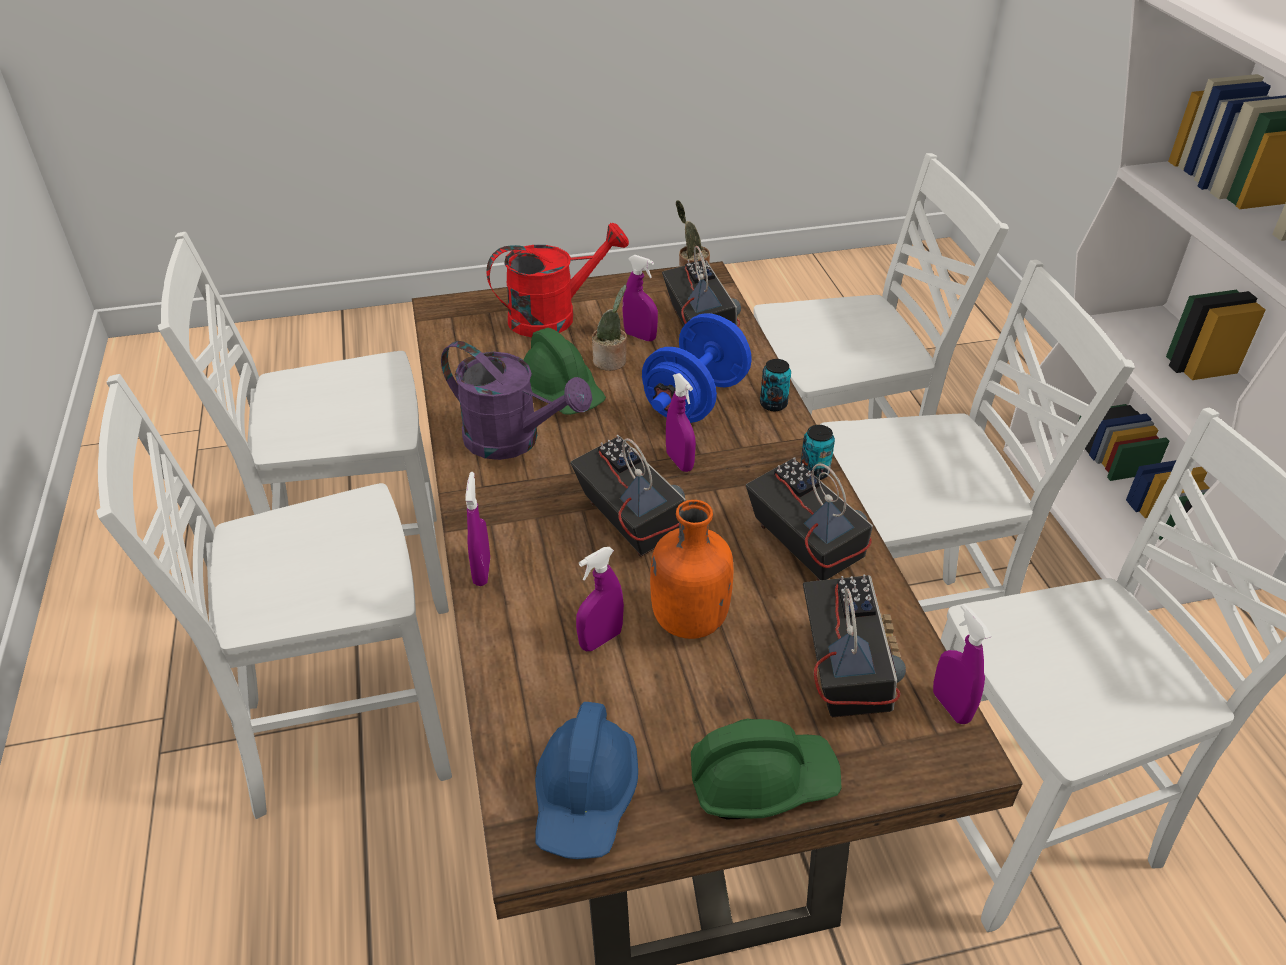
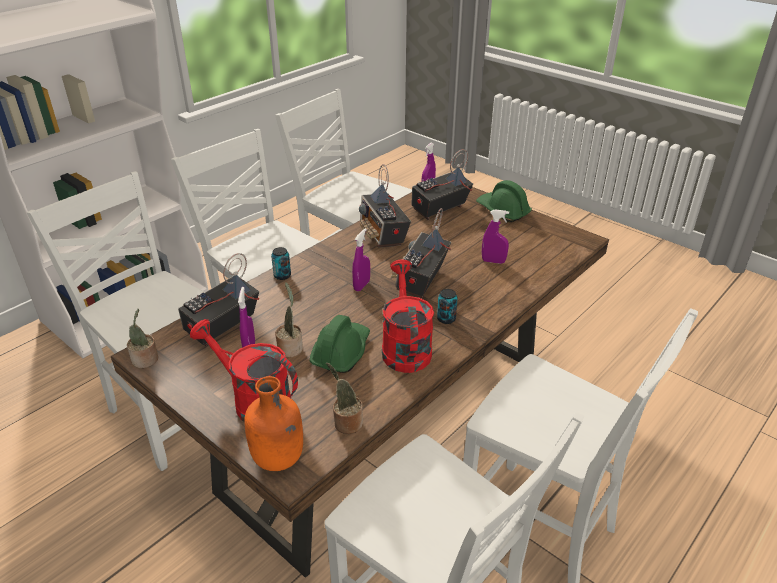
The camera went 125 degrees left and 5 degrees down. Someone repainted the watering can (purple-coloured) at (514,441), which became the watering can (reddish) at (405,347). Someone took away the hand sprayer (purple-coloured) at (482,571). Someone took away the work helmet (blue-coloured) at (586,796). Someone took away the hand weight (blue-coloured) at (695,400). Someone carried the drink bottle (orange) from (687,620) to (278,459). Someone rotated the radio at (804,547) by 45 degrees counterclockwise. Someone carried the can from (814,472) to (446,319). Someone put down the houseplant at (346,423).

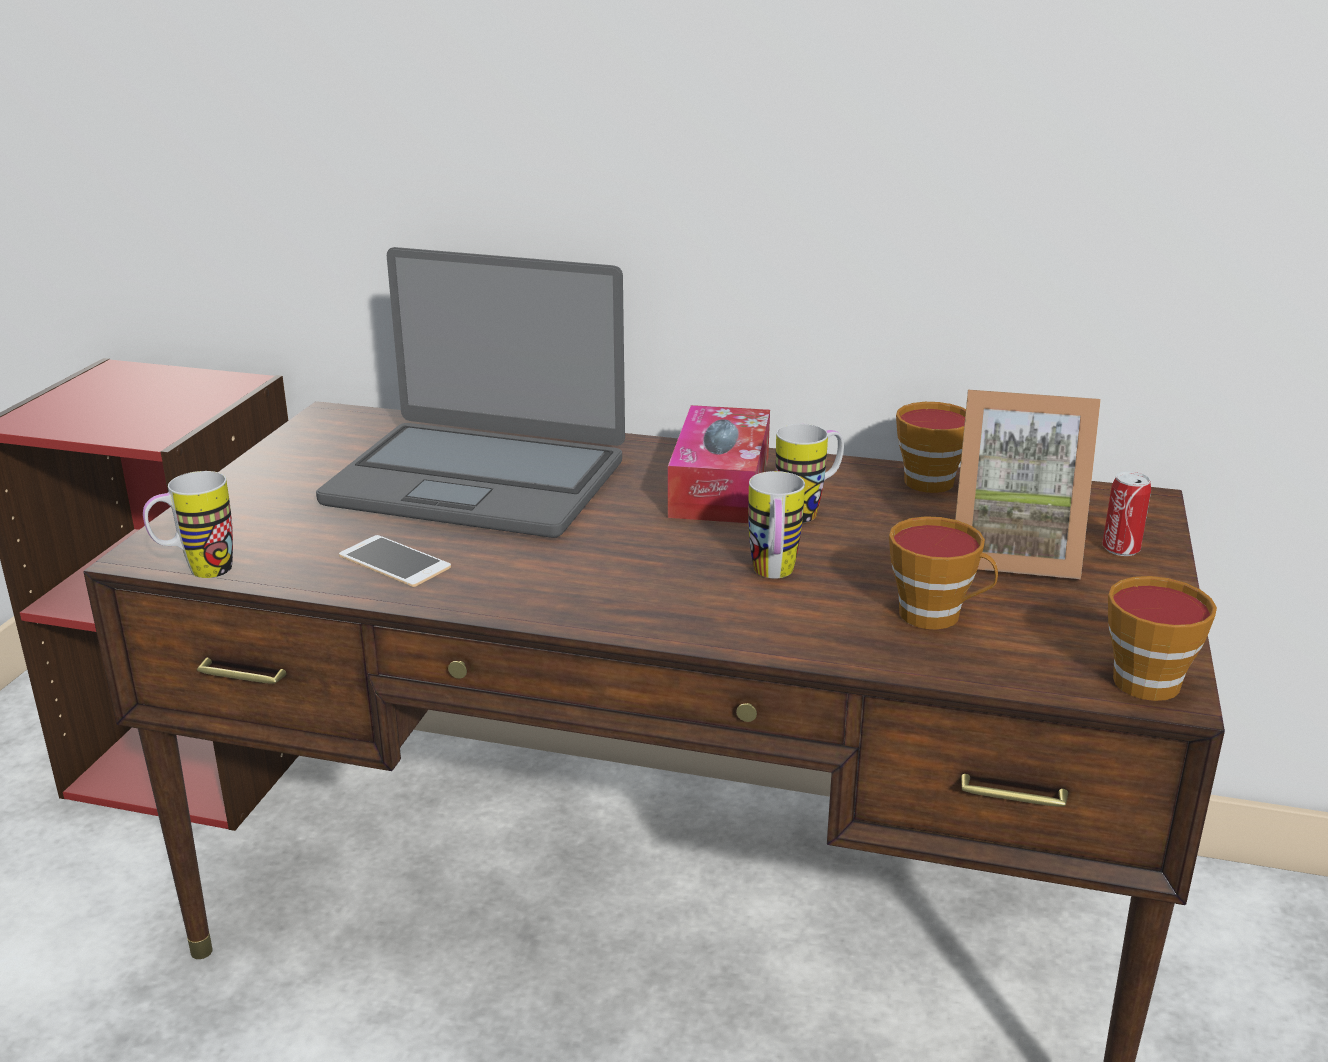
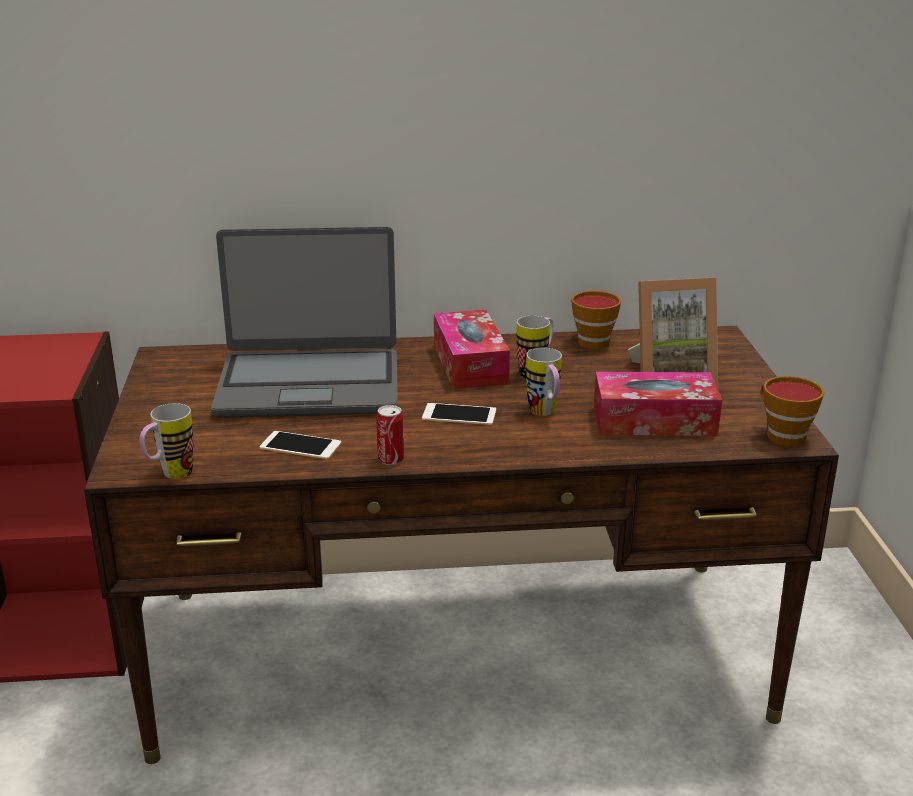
The camera went 20 degrees left and 0 degrees up. Someone swapped the drinking cup at (937,615) for the tissue holder at (654,421). Someone carried the can from (1121,548) to (391,459). Someone put down the phone at (459,415).

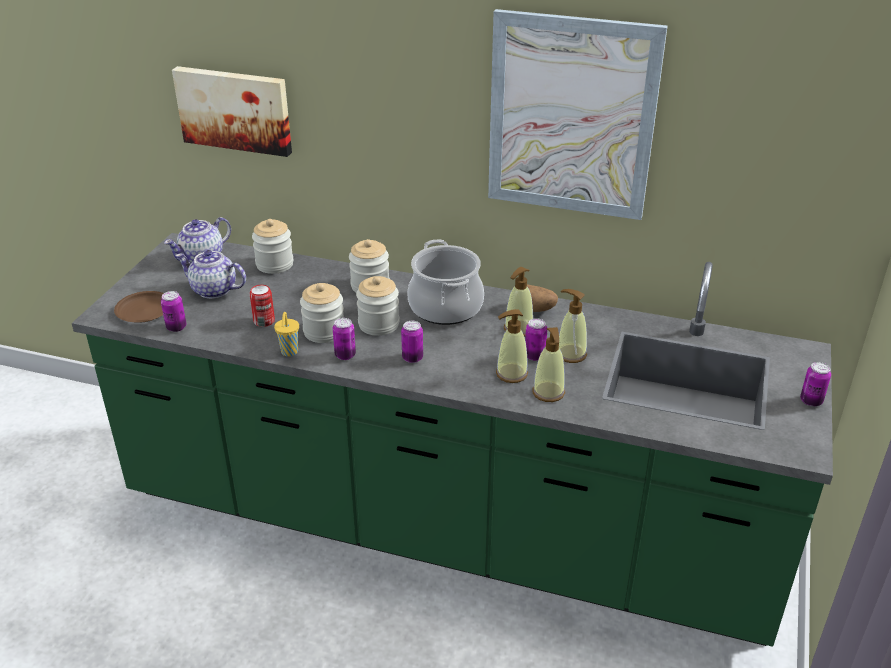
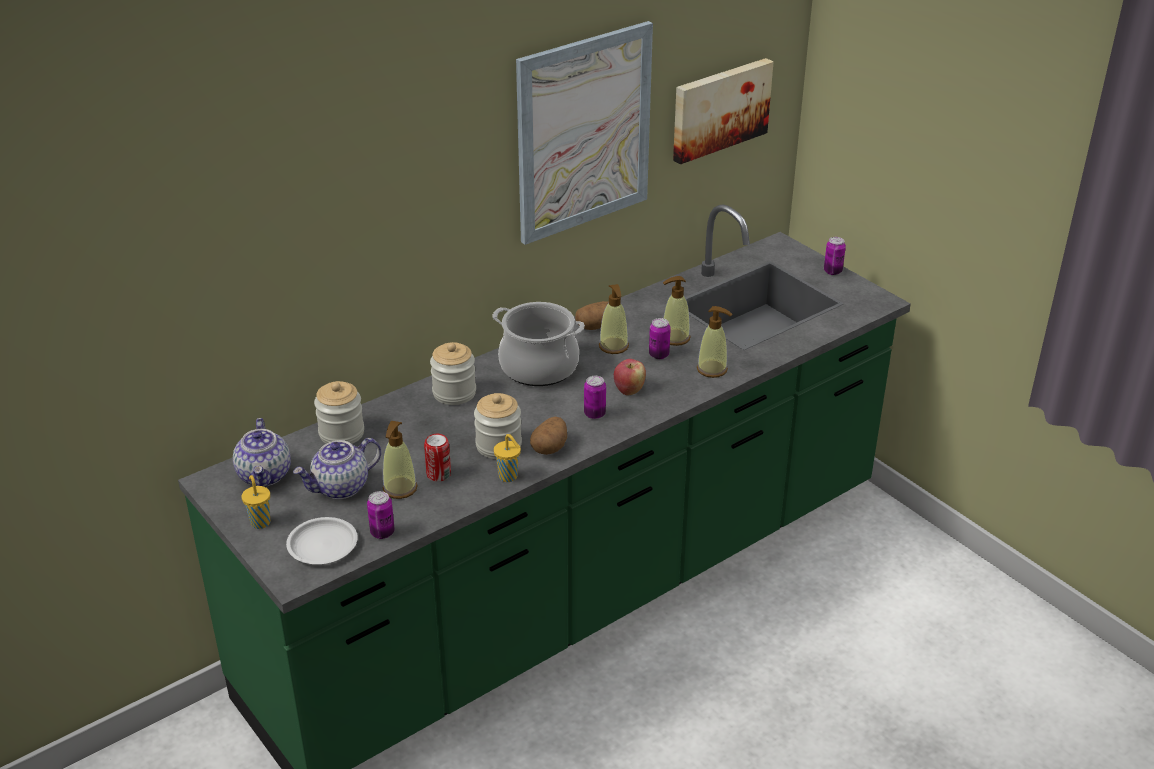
The camera went 55 degrees left and 0 degrees up. Someone repainted the plate (brown) at (144,310), which became the plate (white-coloured) at (322,545). Someone carried the wall art from (235,109) to (719,109). Someone swapped the can at (345,355) for the potato at (549,447). Someone took away the preserve jar at (378,324). Someone carried the soap bottle from (511,374) to (400,488). Someone put down the drinking cup (yellow-coloured) at (260,522). Someone put down the whole apple at (629,390).

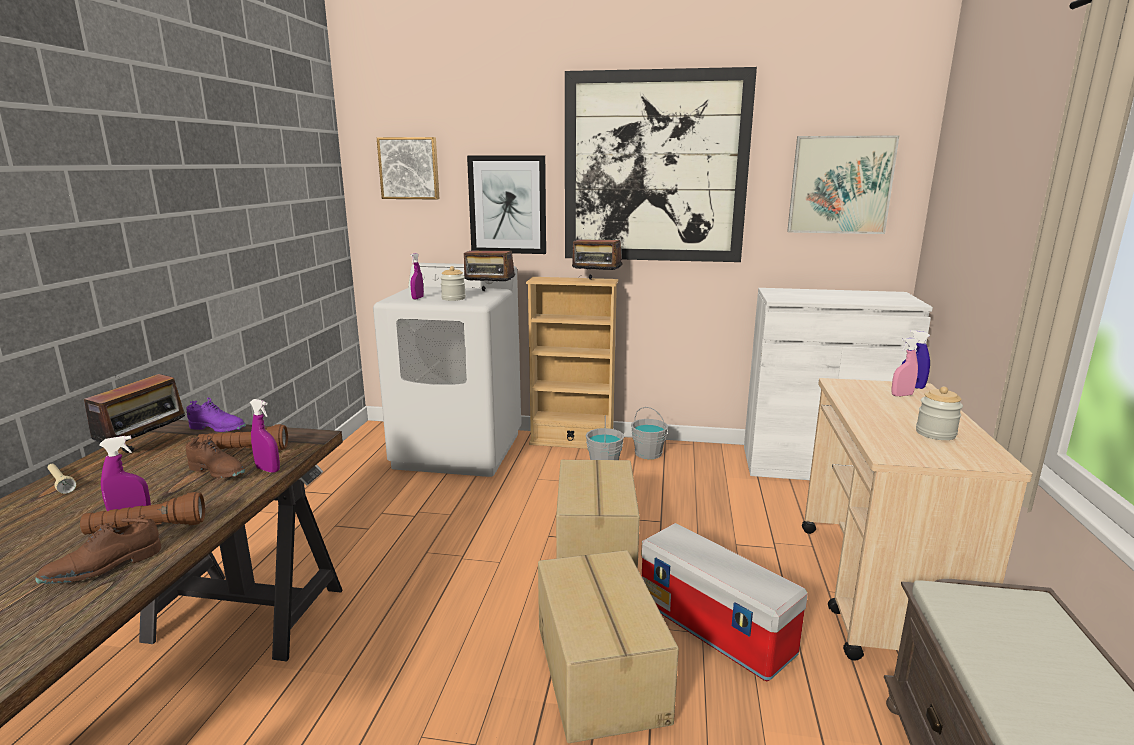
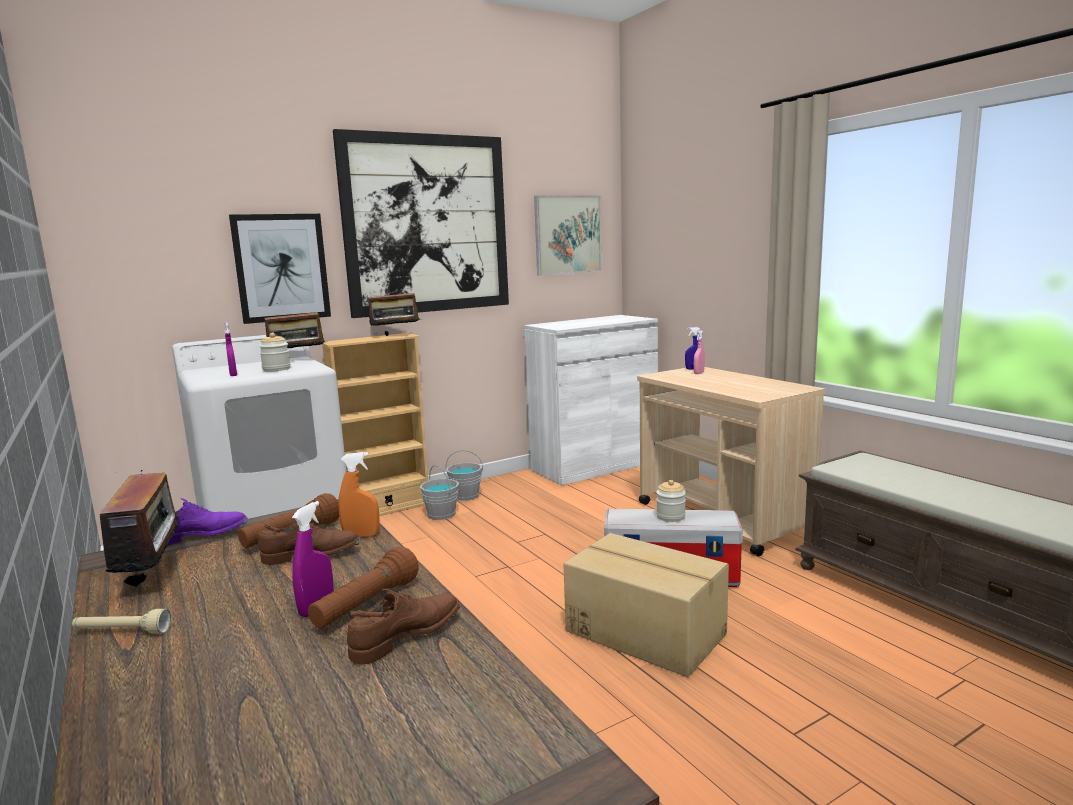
The camera went 40 degrees left and 5 degrees down. Someone rotated the item of footwear (brown) at (104,568) by 135 degrees counterclockwise. Someone repainted the hand sprayer (purple-coloured) at (268,469), which became the hand sprayer (orange) at (361,536). Someone took away the wall art at (409,168). Someone took away the packing box at (597,542). Someone carried the preserve jar from (935,433) to (670,516).

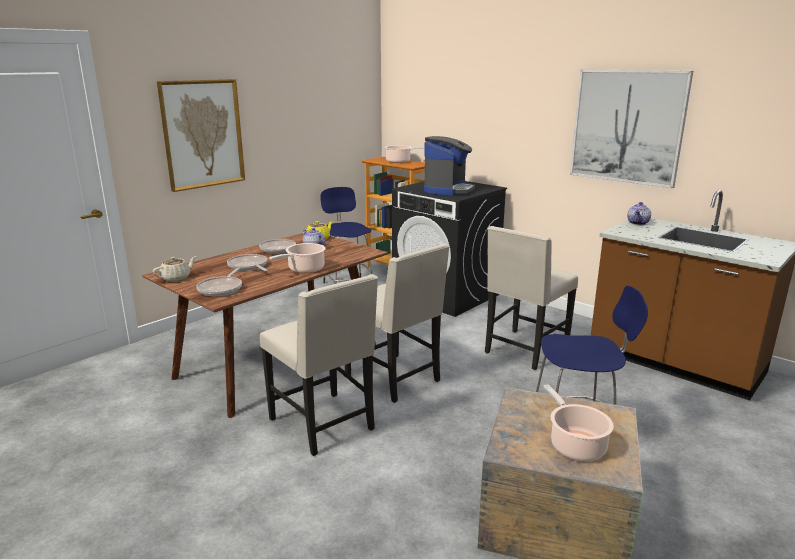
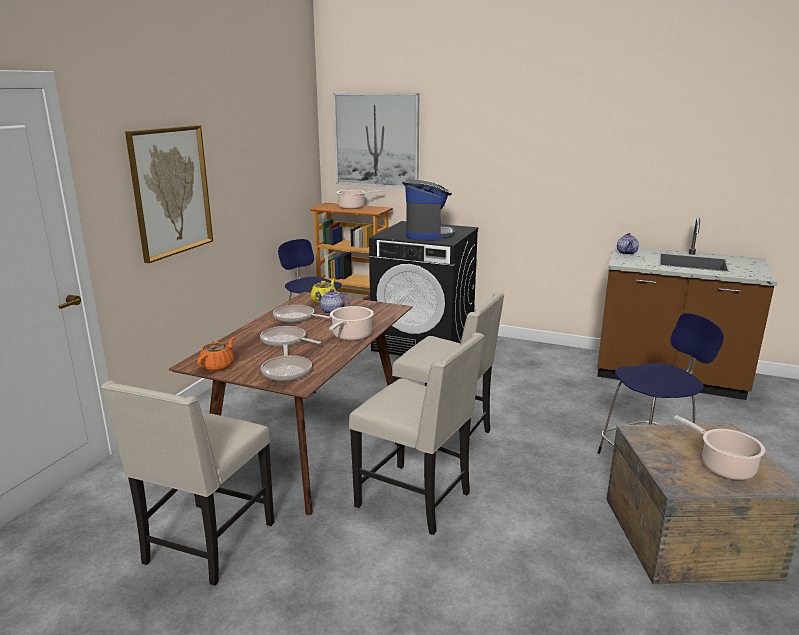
The camera went 20 degrees left and 0 degrees up. Someone repainted the teapot (beige) at (176,278), which became the teapot (orange) at (218,366). Someone carried the chair (beige) from (524,350) to (207,544). Someone carried the wall art from (627,127) to (376,140).

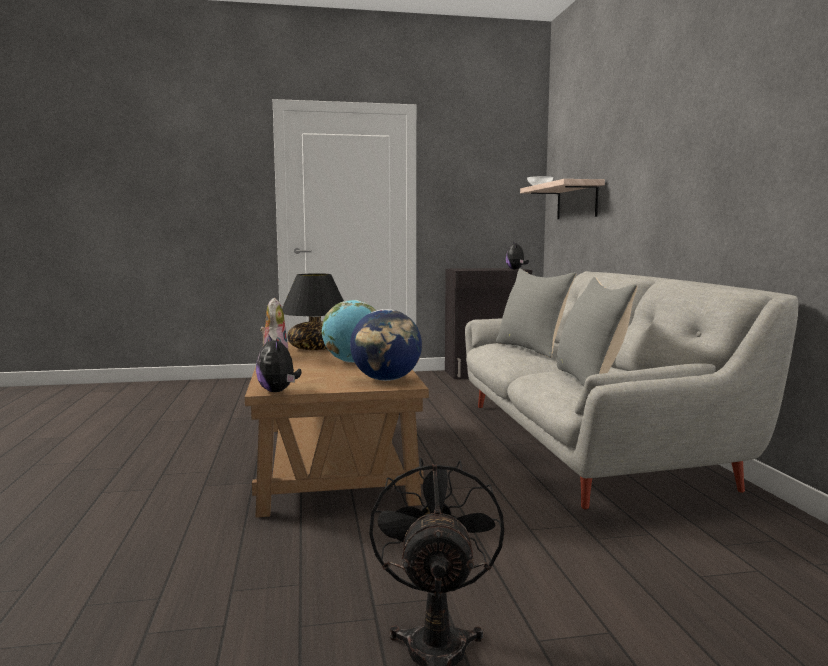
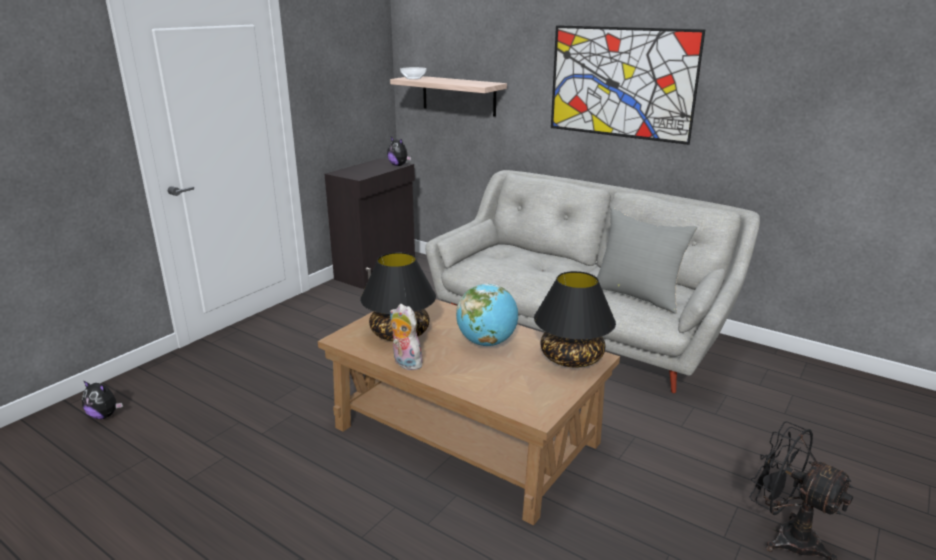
The camera went 45 degrees left and 15 degrees up. Someone carried the cuddly toy from (278,391) to (105,415). Someone swapped the world globe at (386,380) for the tabletop lamp (blackish) at (572,357). Someone took away the pillow (gray) at (532,349). Someone put up the wall art at (621,83).

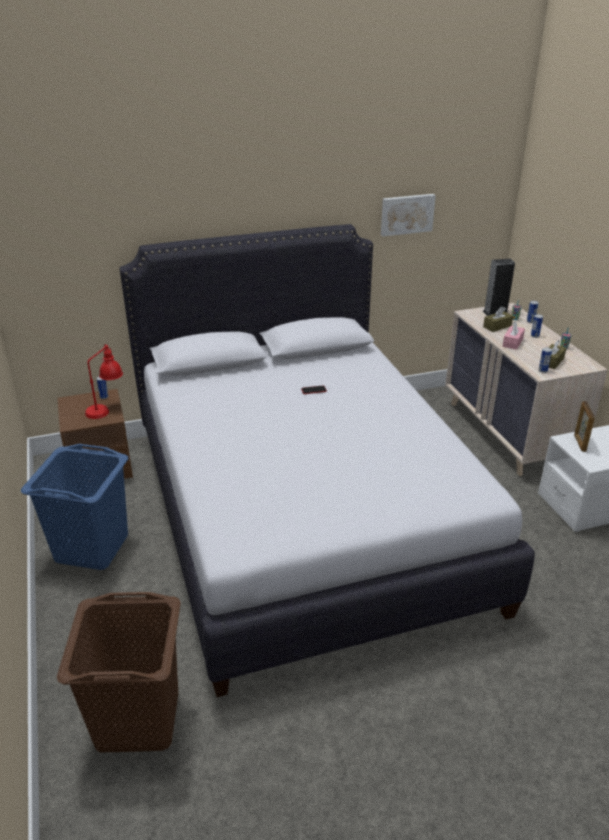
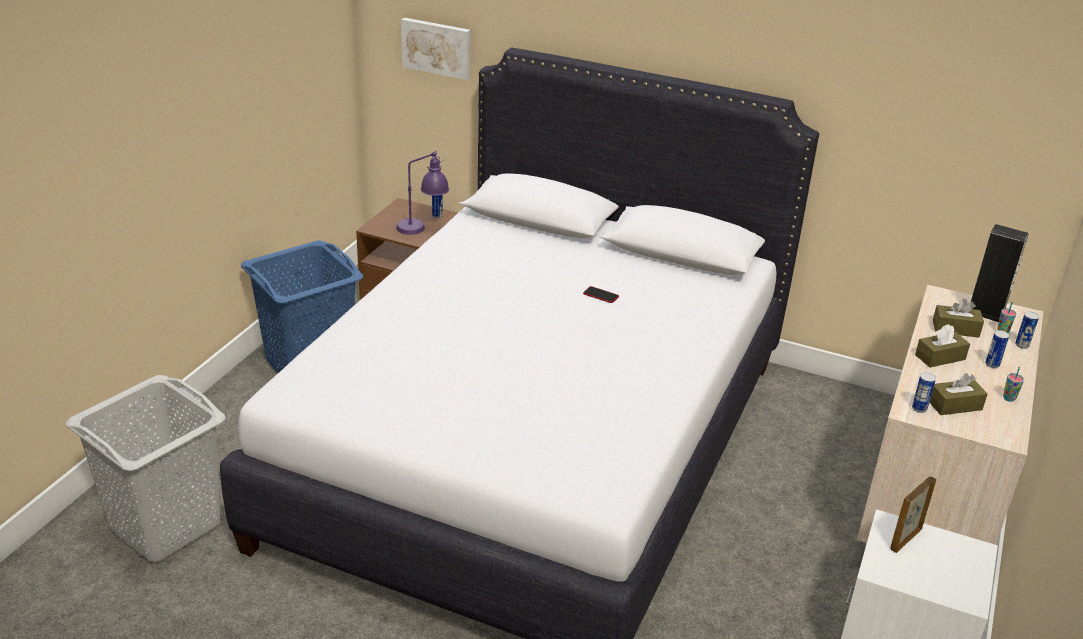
The camera went 40 degrees right and 0 degrees up. Someone repainted the hamper (brown) at (139,718), which became the hamper (gray) at (166,525). Someone repainted the tabletop lamp (reddish) at (106,409), which became the tabletop lamp (purple-coloured) at (423,228). Someone carried the wall art from (406,214) to (437,47). Someone repainted the tissue holder (pink-coloured) at (512,342), which became the tissue holder (brown) at (940,357).

